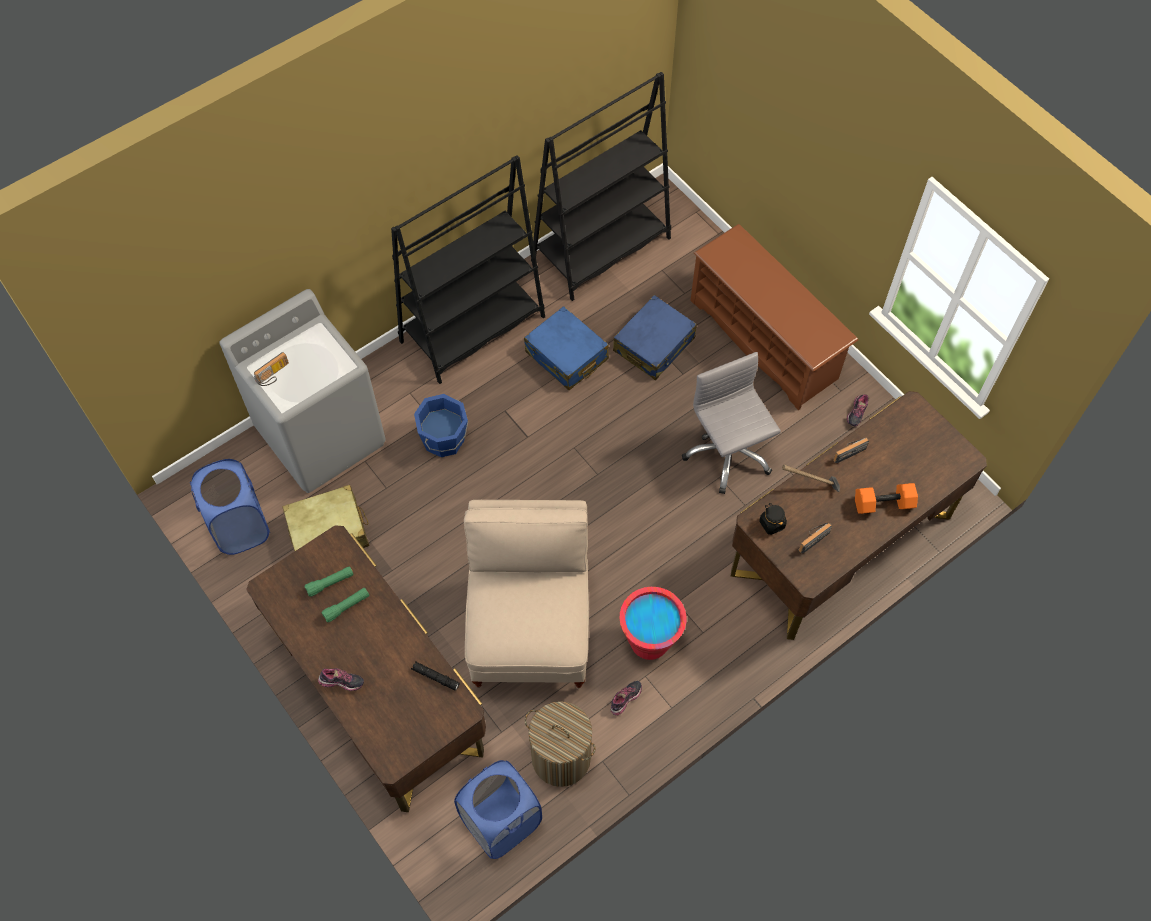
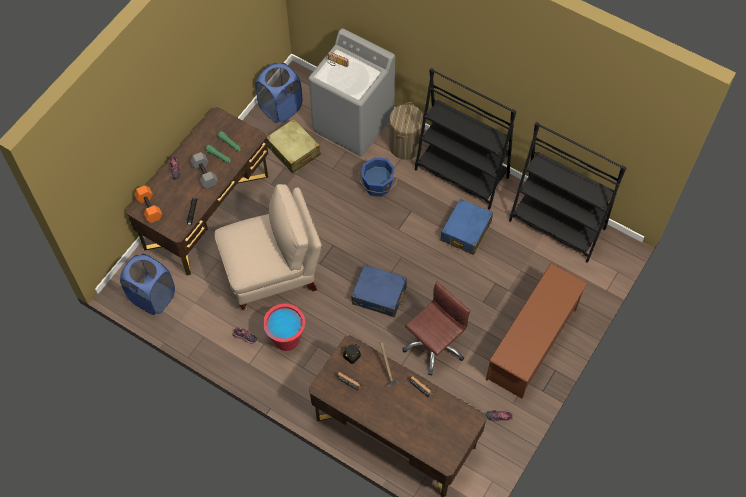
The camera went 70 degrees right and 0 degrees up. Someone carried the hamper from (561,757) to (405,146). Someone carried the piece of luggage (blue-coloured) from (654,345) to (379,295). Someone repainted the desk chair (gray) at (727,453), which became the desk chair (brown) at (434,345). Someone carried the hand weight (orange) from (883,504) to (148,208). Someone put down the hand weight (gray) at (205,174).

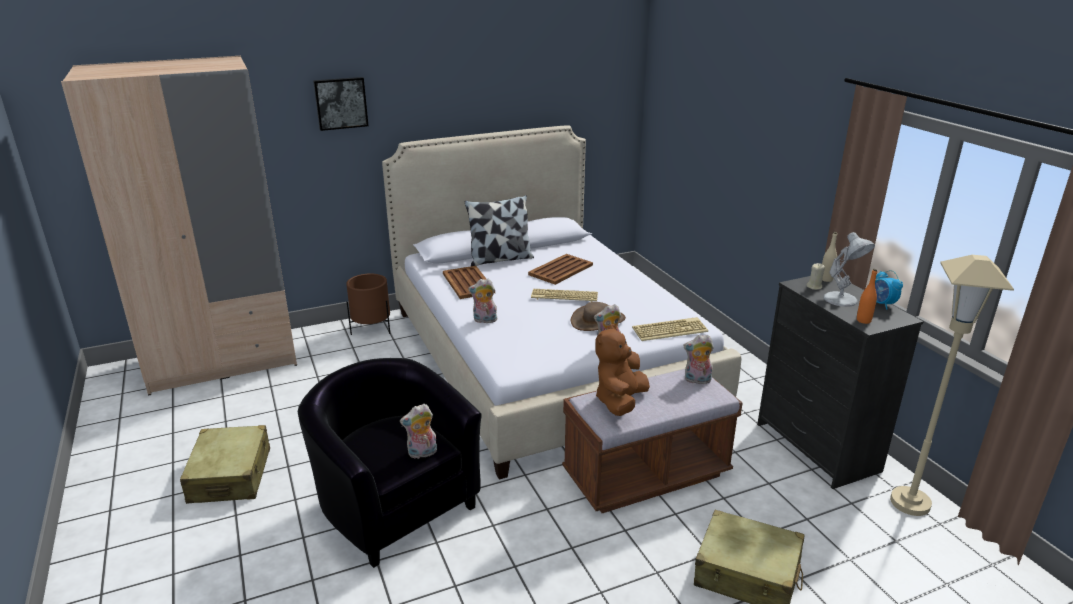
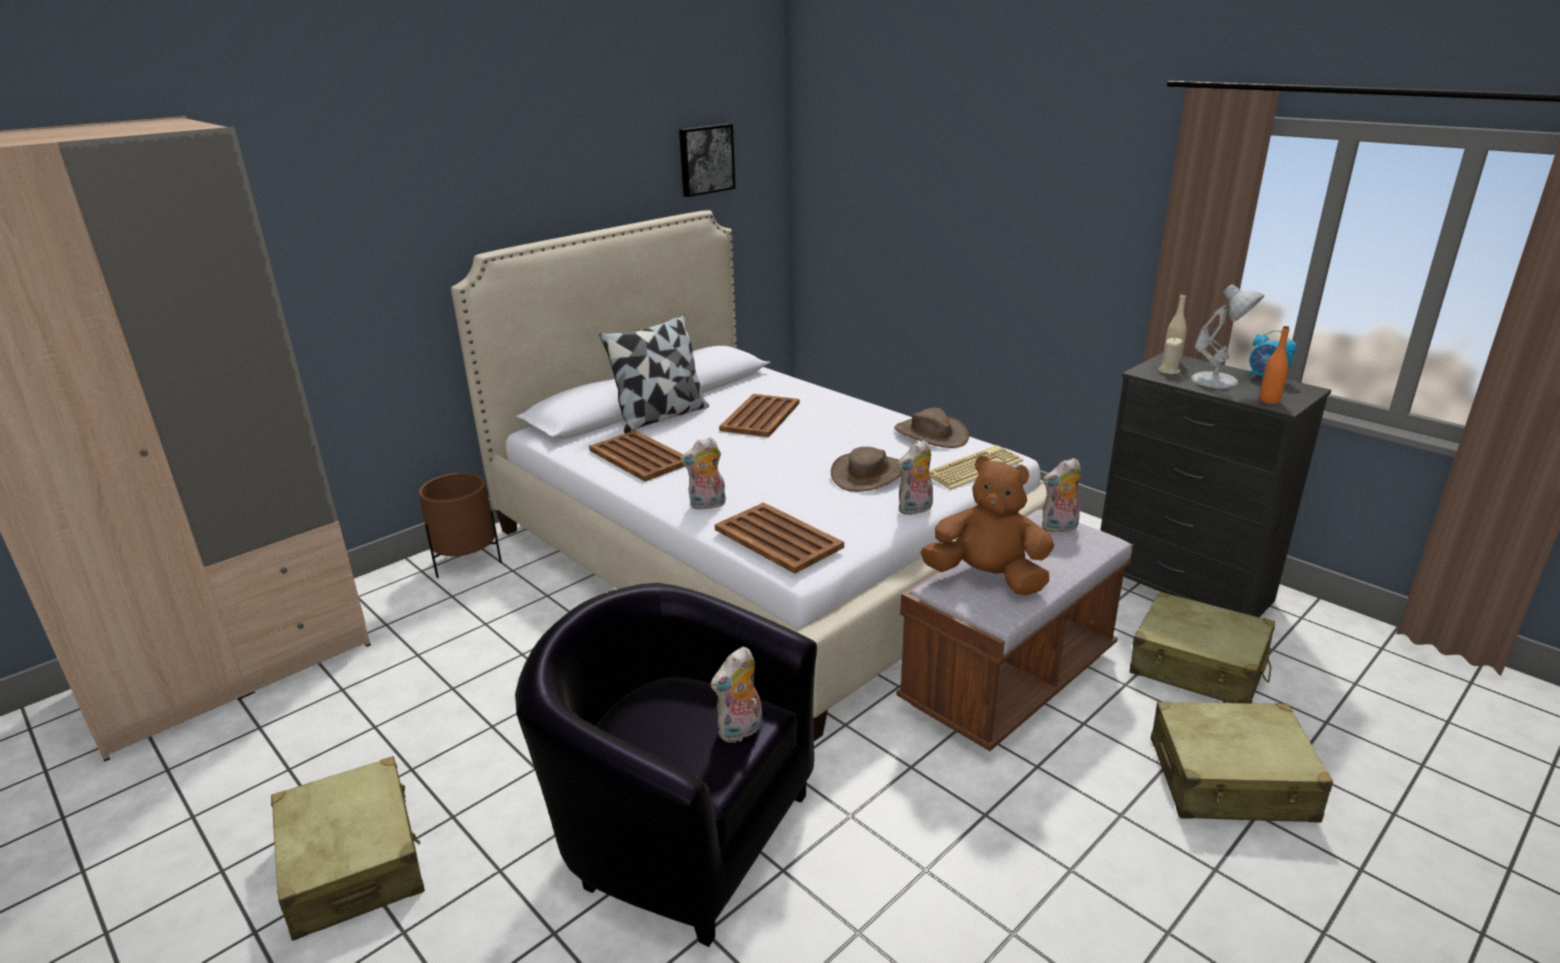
The camera went 20 degrees left and 0 degrees up. Someone carried the wall art from (341,103) to (705,159). Someone took away the keyboard at (563,296). Someone rotated the cuddly toy (brown) at (620,401) by 105 degrees clockwise. Someone took away the standard lamp (beige) at (910,503). Someone put down the carrying tray (brown) at (778,539). Someone put down the hat (brown) at (931,434). Someone put down the piece of luggage (beige) at (1198,667).

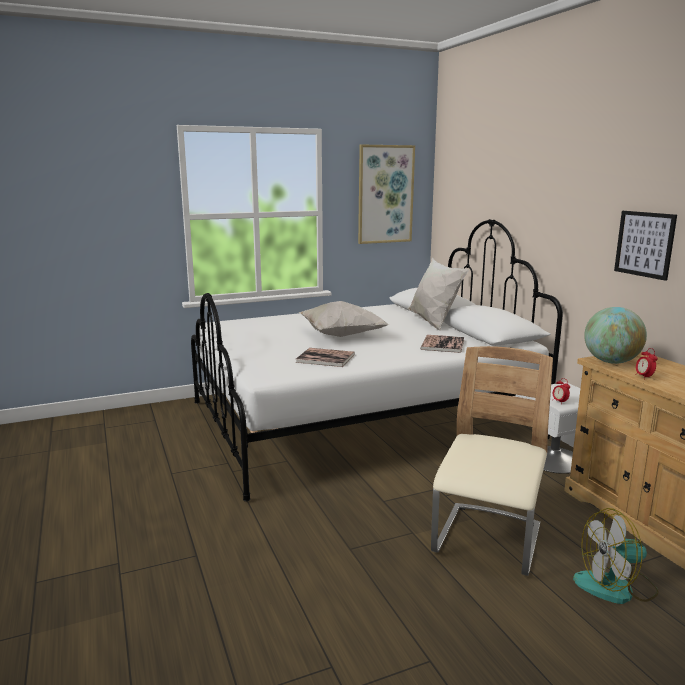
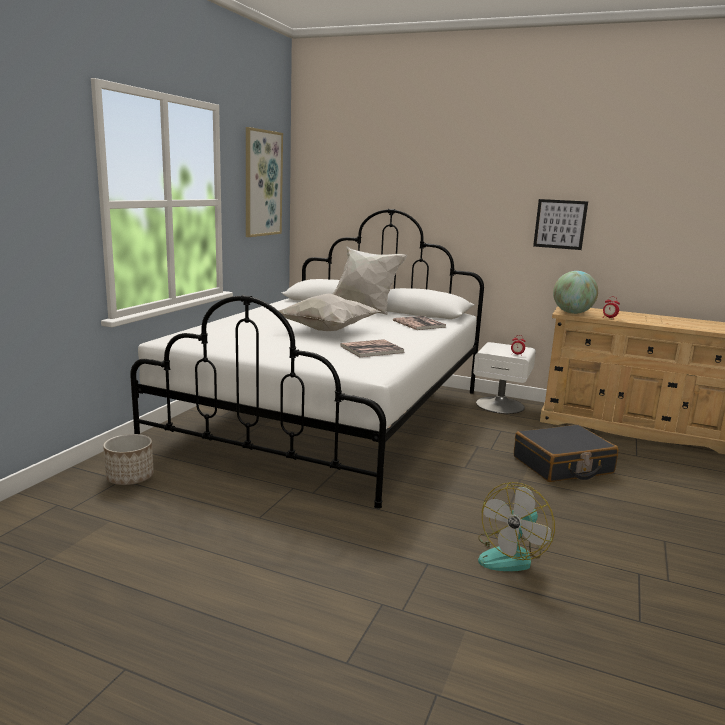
The camera went 45 degrees left and 0 degrees up. Someone swapped the chair (beige) at (487,541) for the piece of luggage (blackish) at (562,465). Someone carried the cooling fan from (616,586) to (511,555). Someone put down the planter at (129,477).

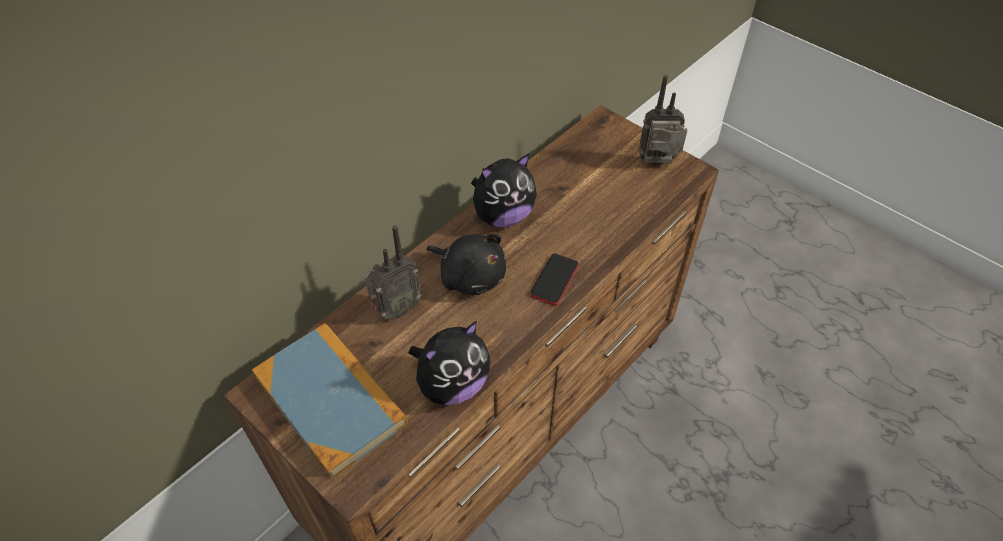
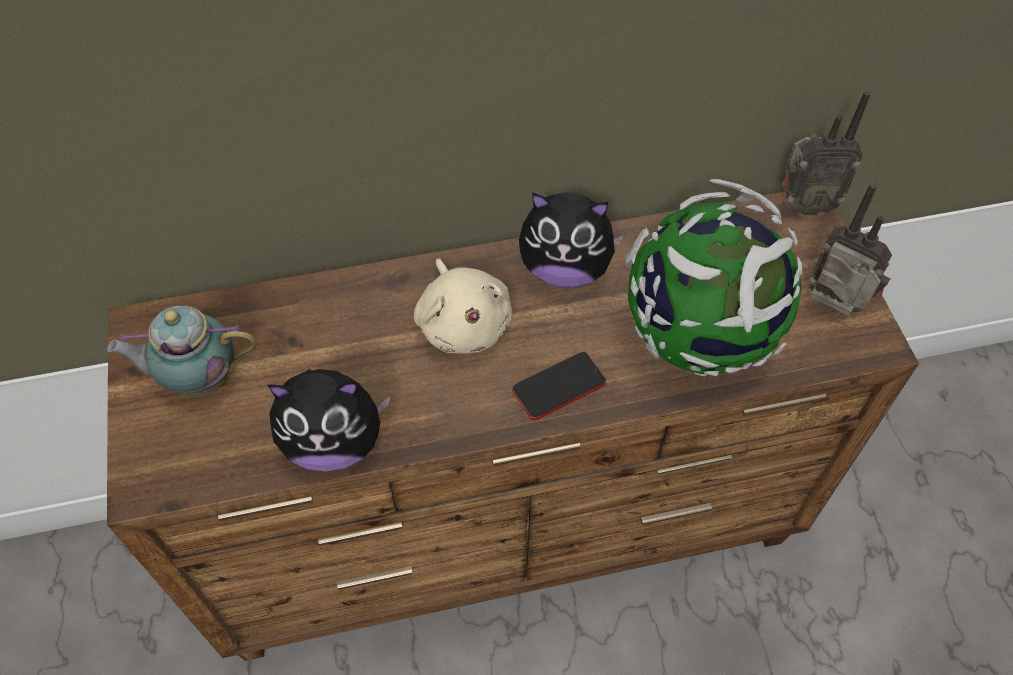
The camera went 35 degrees right and 5 degrees up. Someone swapped the book at (331,400) for the teapot at (198,379). Someone carried the radio from (395,310) to (804,205). Someone repainted the cuddly toy (blackish) at (470,275), which became the cuddly toy (beige) at (463,323). Someone put down the world globe at (697,336).

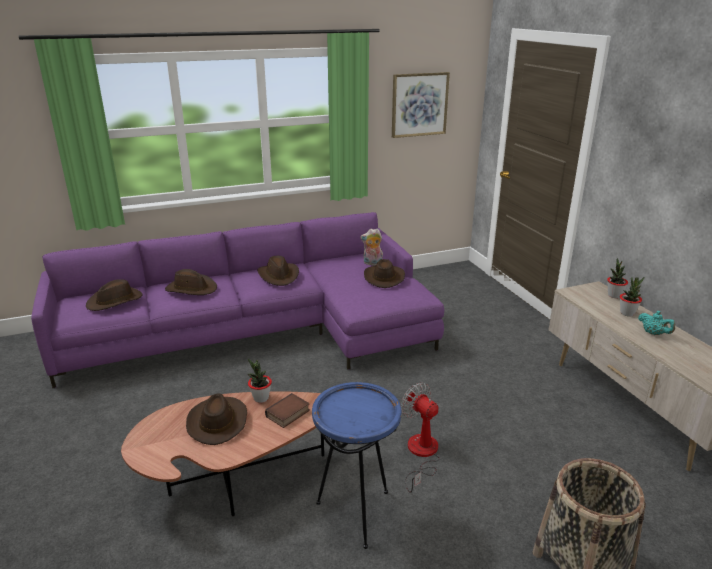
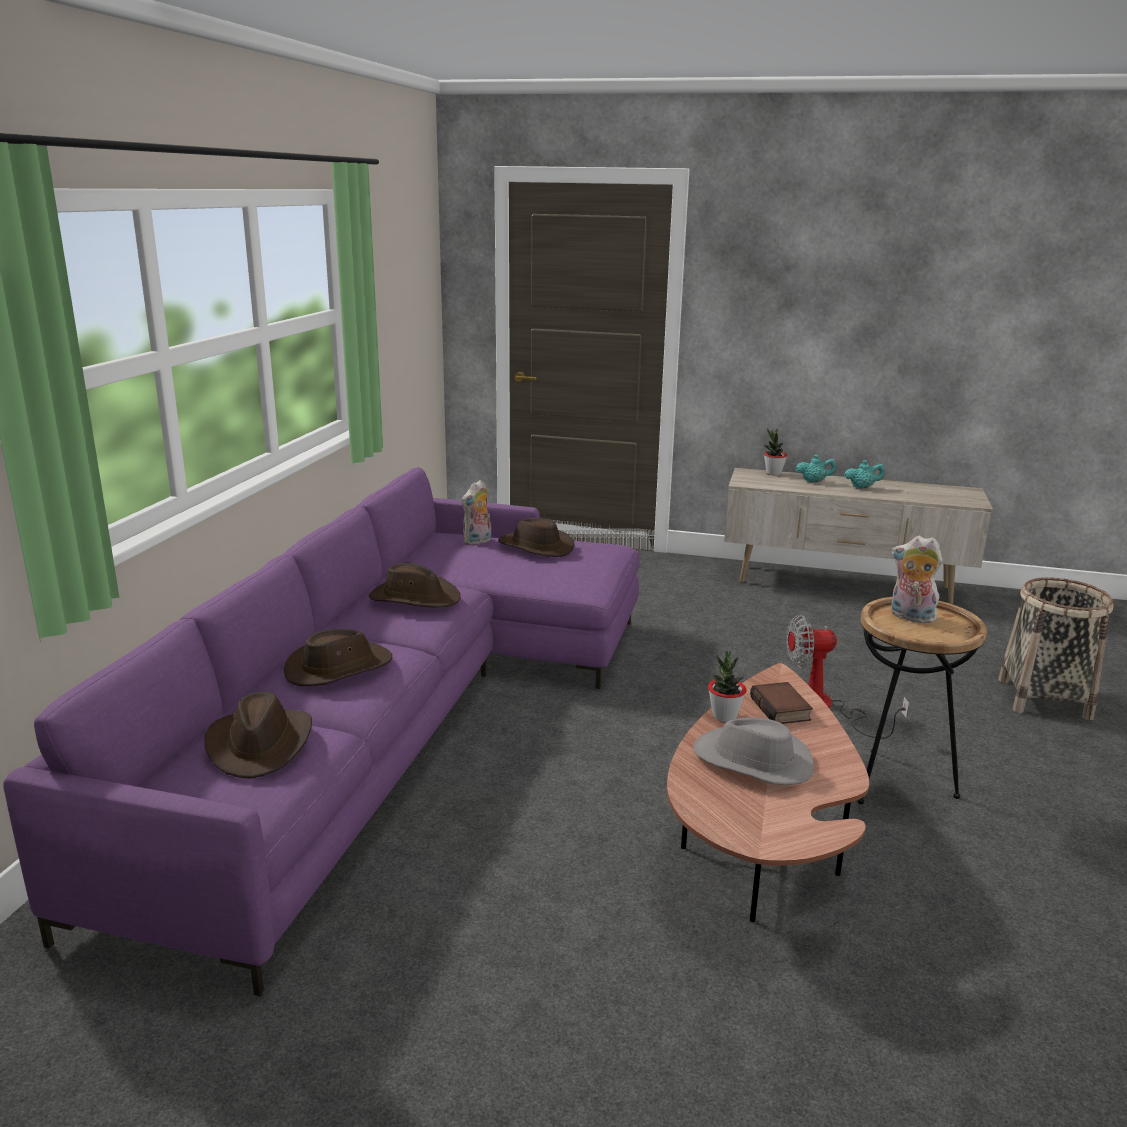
The camera went 55 degrees left and 5 degrees down. Someone repainted the hat (brown) at (217,421), which became the hat (gray) at (753,761). Someone repainted the side table (blue-coloured) at (356,513), which became the side table (brown) at (896,783). Someone took away the wall art at (419,104). Someone swapped the houseplant at (627,313) for the teapot (turquoise-coloured) at (814,481). Someone put down the cuddly toy at (910,617).

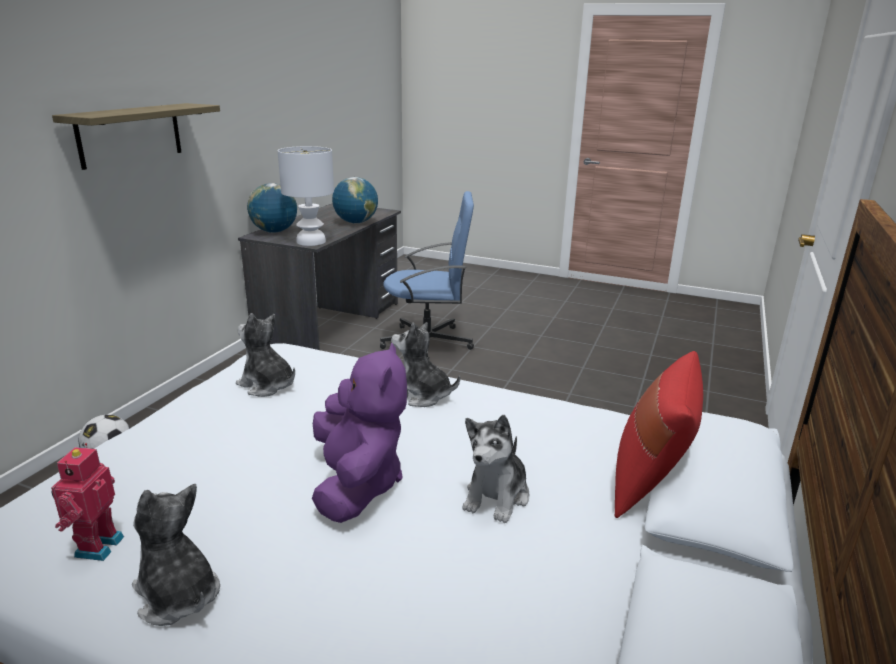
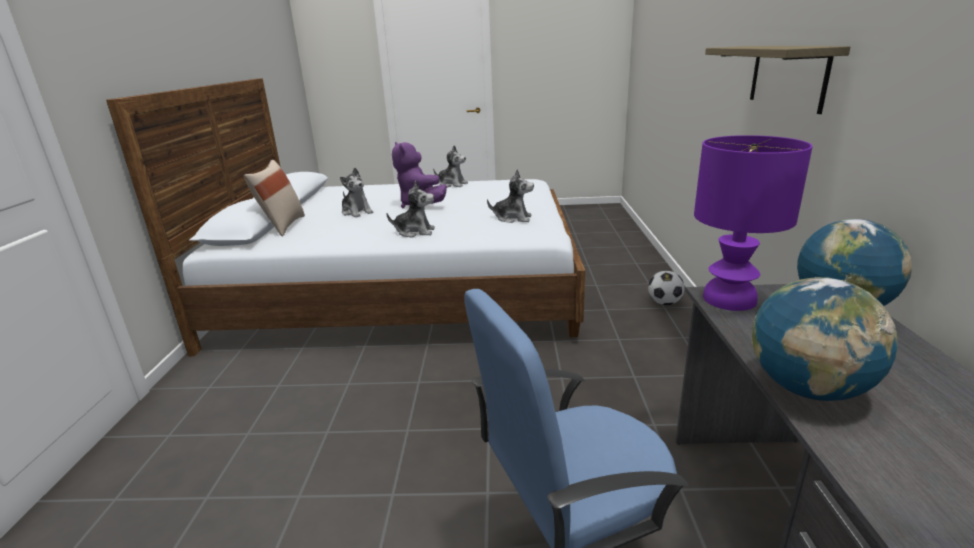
The camera went 160 degrees right and 0 degrees up. Someone took away the robot figure at (96,546). Someone repainted the tabletop lamp (white-coloured) at (310,241), which became the tabletop lamp (purple-coloured) at (731,299). Someone rotated the cuddly toy at (497,496) by 135 degrees clockwise. Someone repainted the pillow (reddish) at (649,484), which became the pillow (beige) at (282,226).

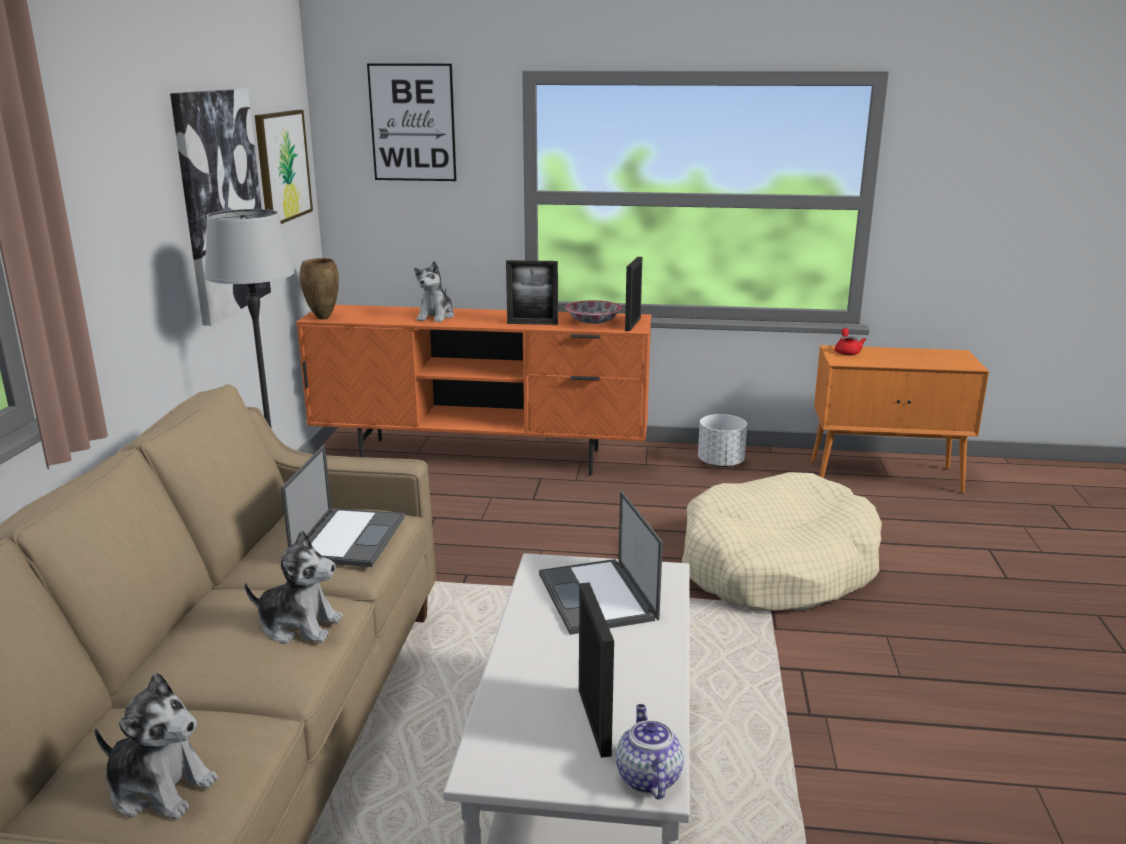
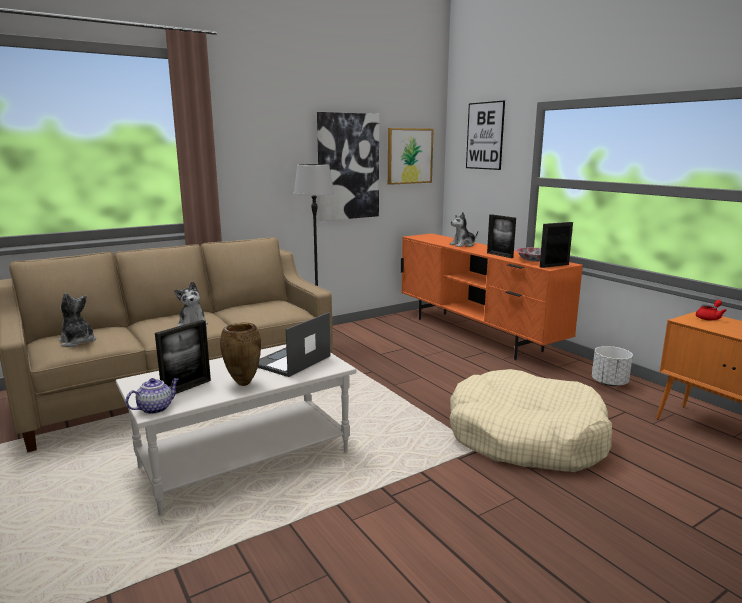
The camera went 50 degrees right and 5 degrees down. Someone rotated the cuddly toy at (160,788) by 150 degrees clockwise. Someone took away the portable computer at (349,537). Someone carried the decorative vase (brown) from (322,318) to (242,384).

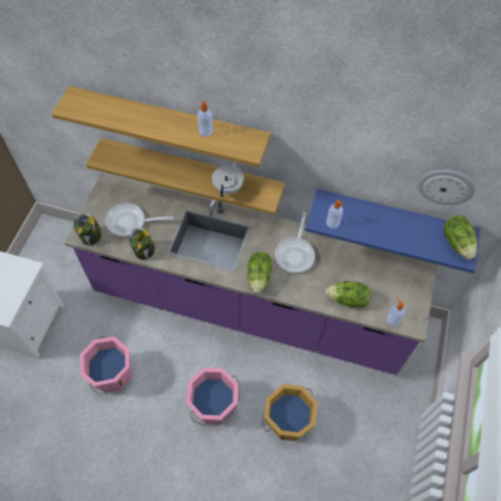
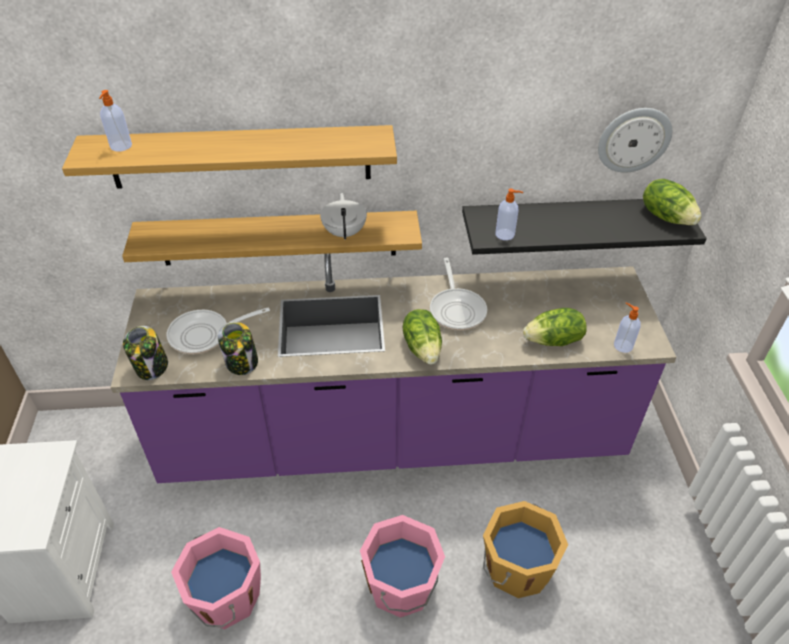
The camera went 20 degrees left and 15 degrees down. Someone carried the soap bottle from (205,131) to (120,146). Someone repainted the bracket shelf (blue-coloured) at (392,219), which became the bracket shelf (blackish) at (568,223).

